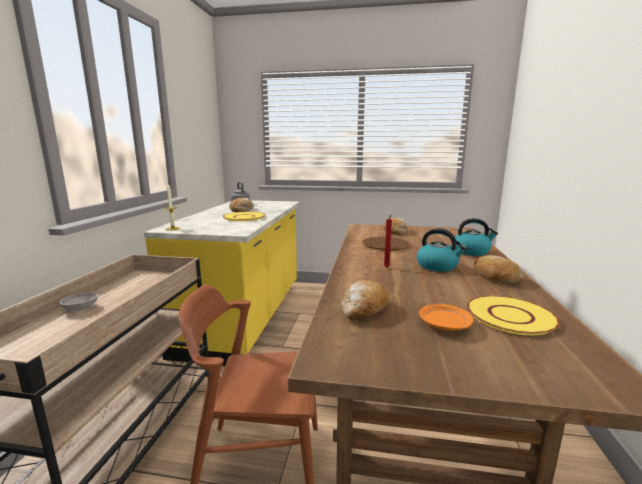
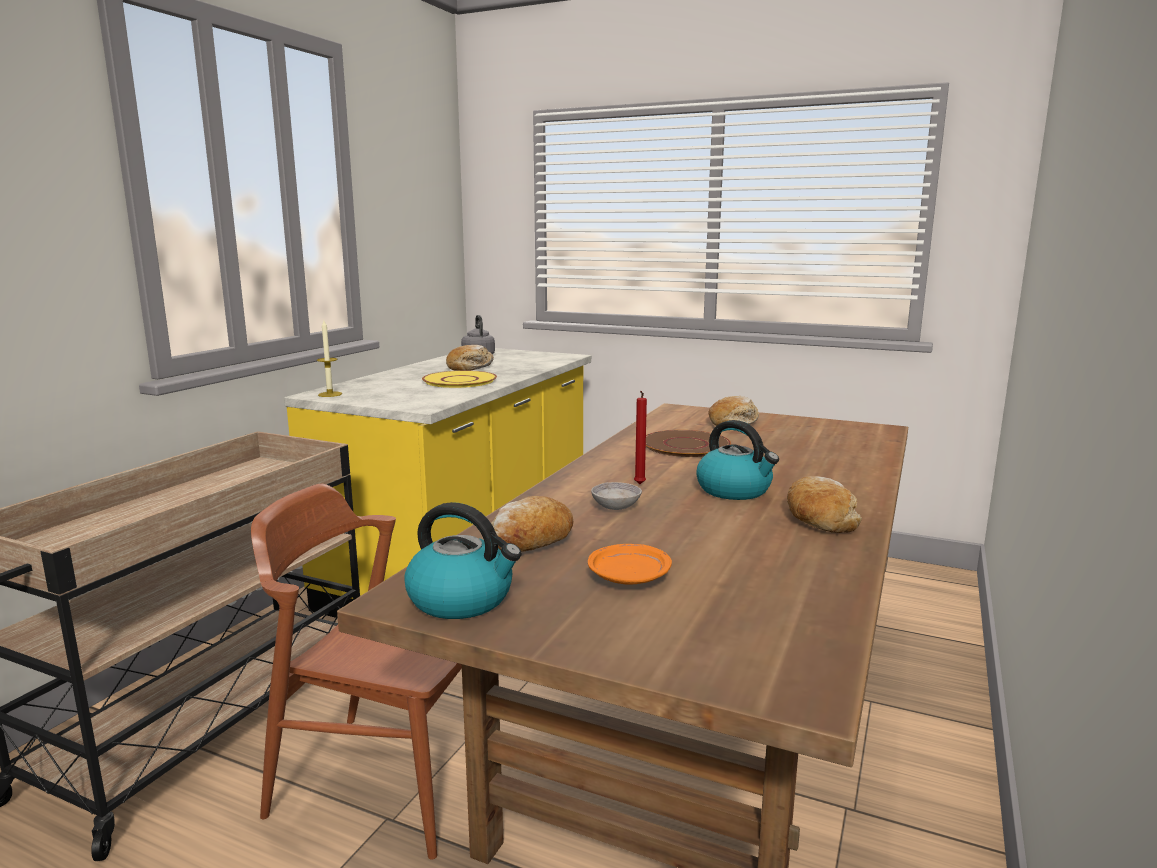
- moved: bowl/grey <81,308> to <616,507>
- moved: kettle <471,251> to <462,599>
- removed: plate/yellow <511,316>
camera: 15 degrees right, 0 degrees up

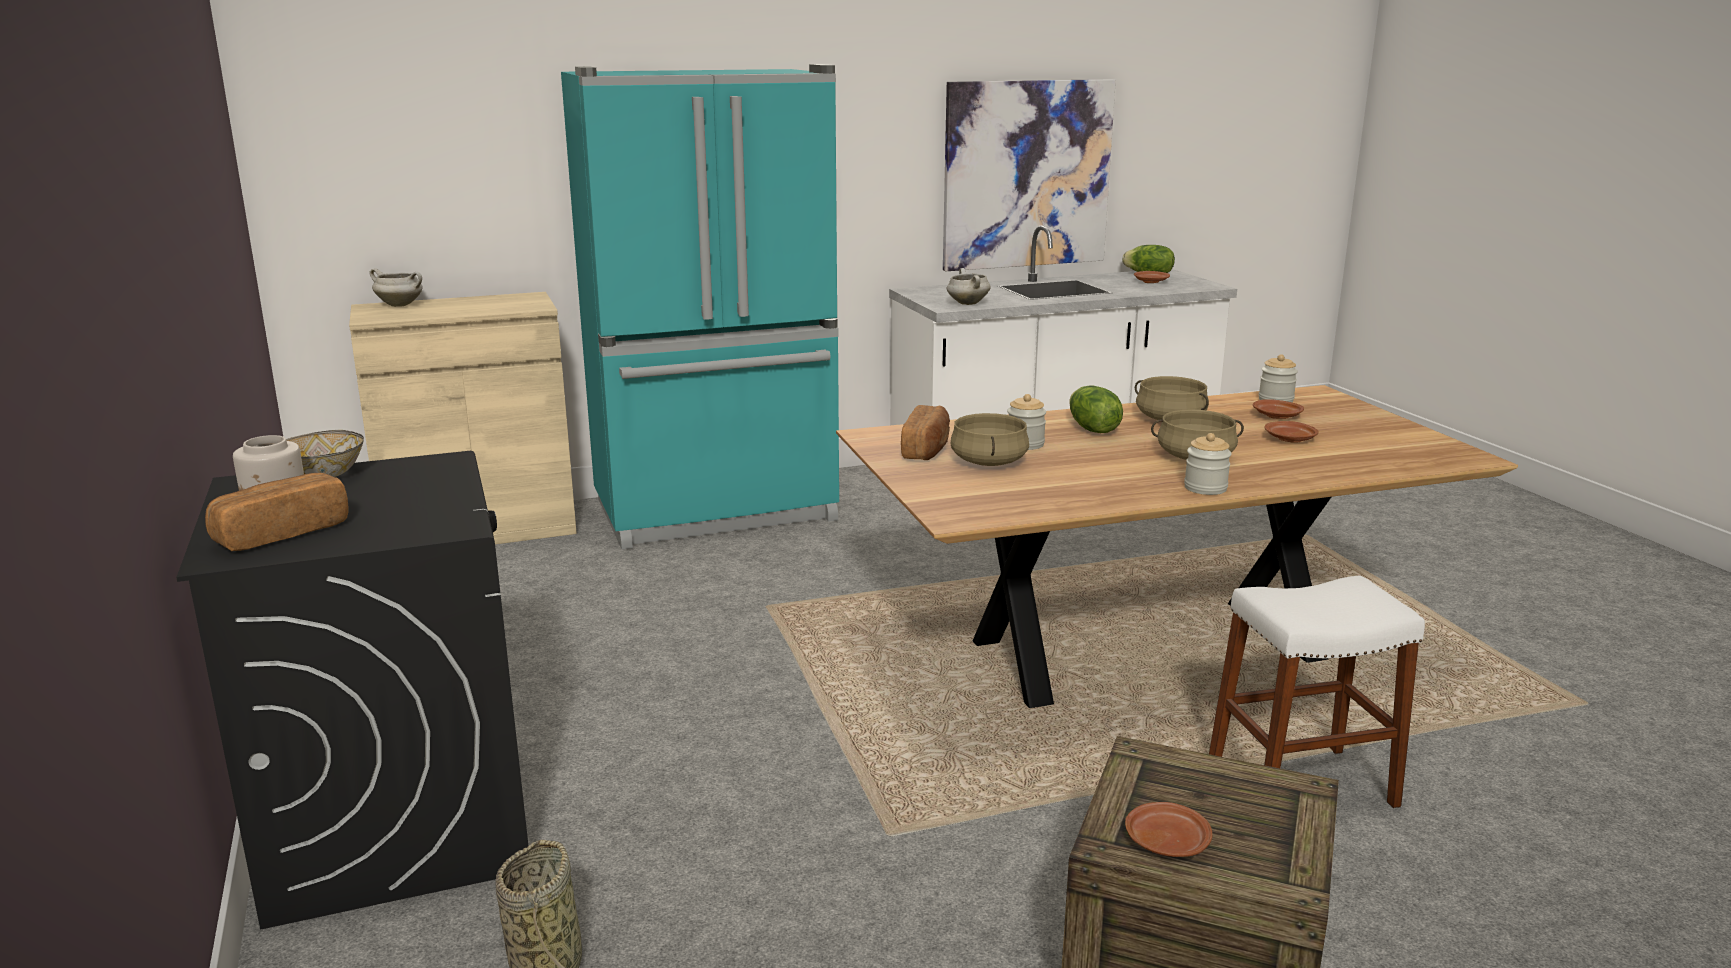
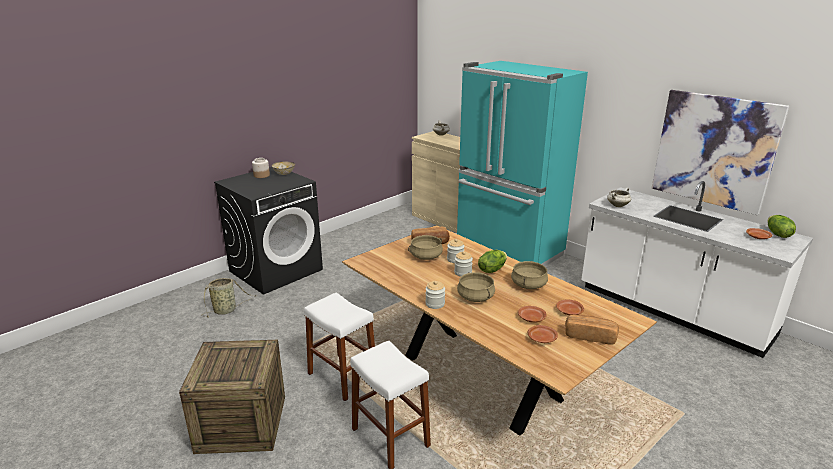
- moved: bread <281,533> to <590,336>
- moved: plate/brown <1166,842> to <542,338>
- moved: jar <1275,400> to <463,272>
- added: stool/white <342,377>
camera: 65 degrees right, 5 degrees up

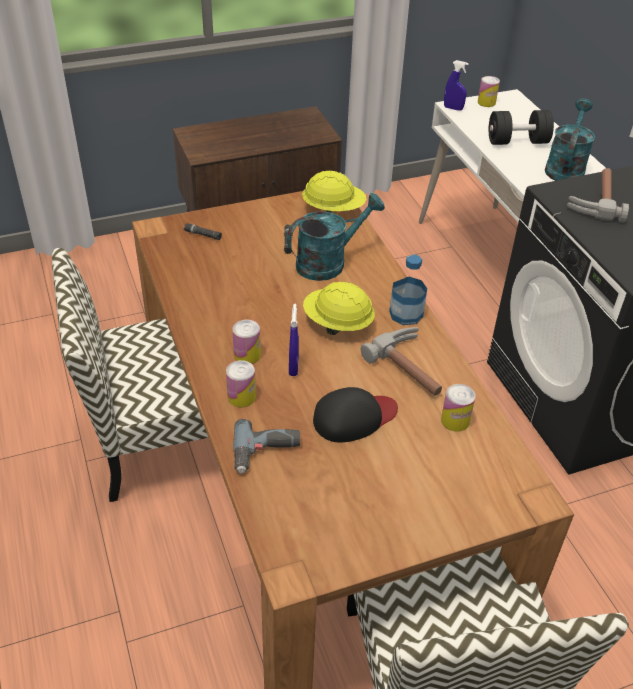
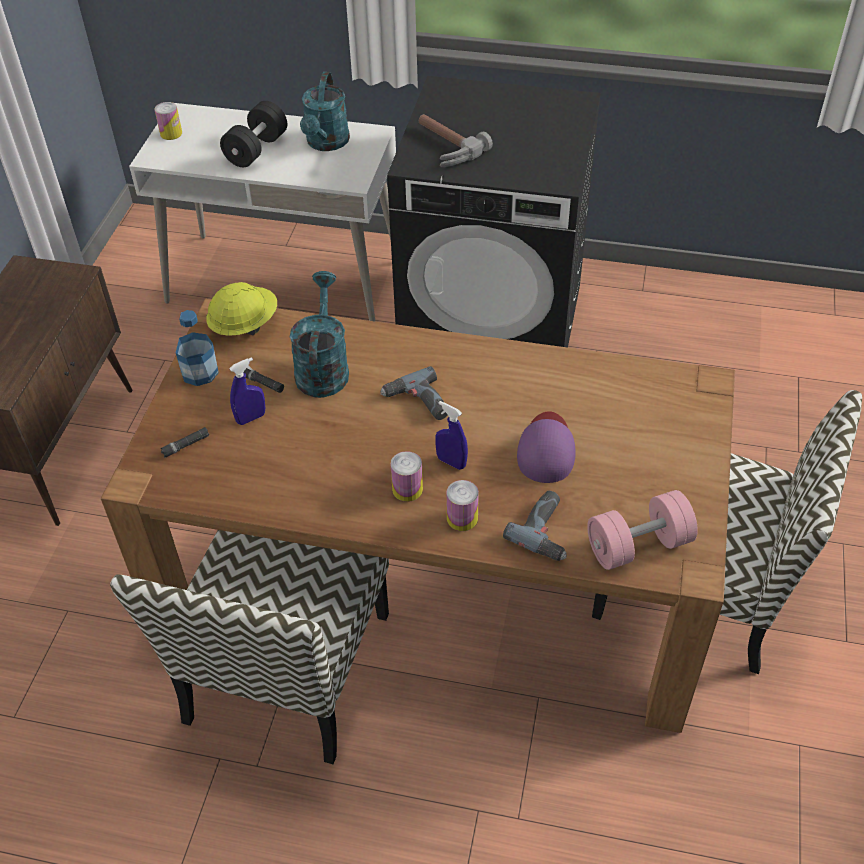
- replaced: hard hat/yellow <337,324> to power drill <417,403>
- recoloured: cap/black <354,417> to cap/purple <546,449>
- removed: hammer <413,367>
- moved: bottle <406,314> to <199,372>
- removed: can <455,420>
- moved: spray bottle/blue <453,108> to <251,418>
- turned: watering can/turquoise <565,167> = <326,144> 135 degrees counterclockwise
- added: dumbbell/pink <638,545>
camera: 55 degrees left, 5 degrees up

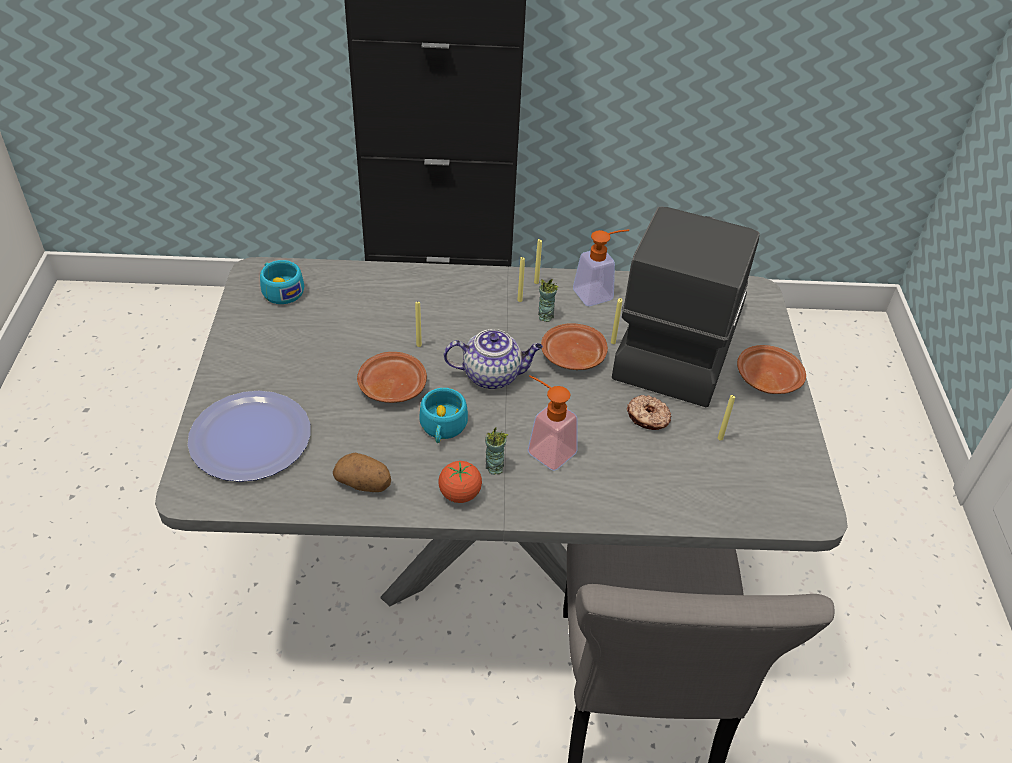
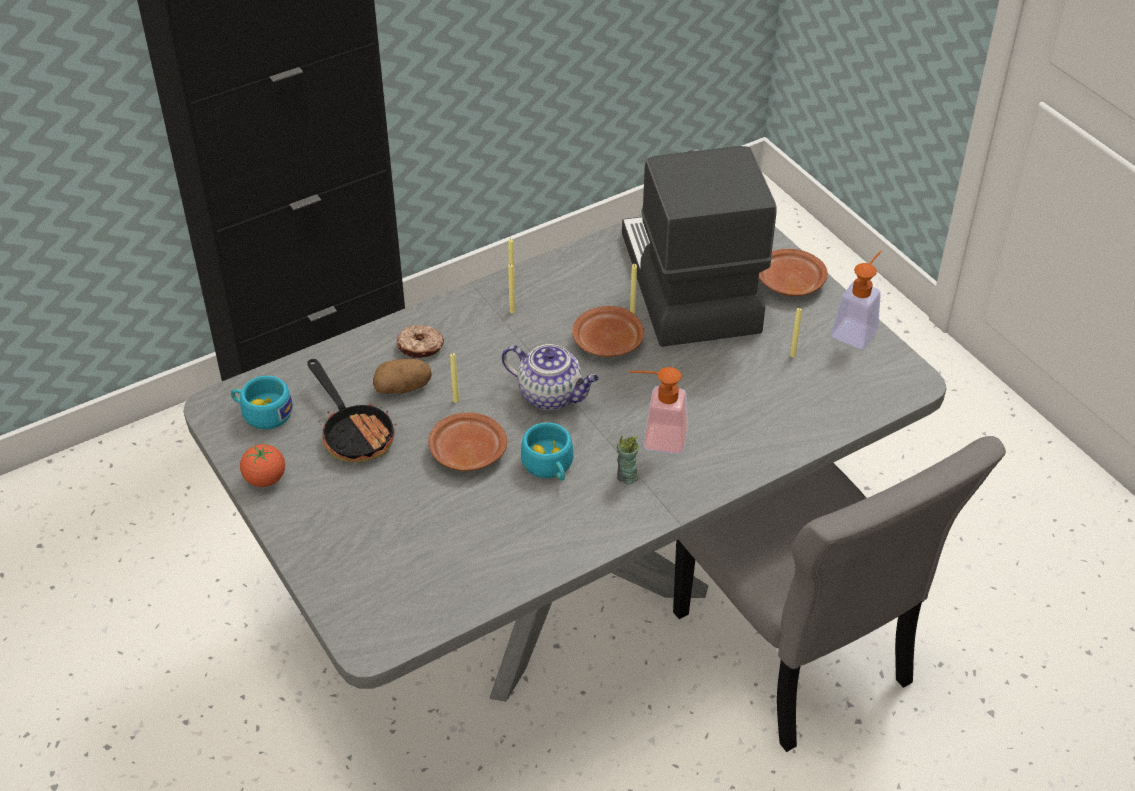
- removed: plate <250,438>
- moved: potato <364,484> to <403,387>
- moved: tomato <460,494> to <265,479>
- turned: teapot <493,375> = <551,395> 60 degrees clockwise
- removed: cup <545,316>
- moved: soap dispenser <599,293> to <857,329>
- moved: donut <647,418> to <420,347>
- added: frying pan <354,432>
camera: 30 degrees left, 0 degrees up

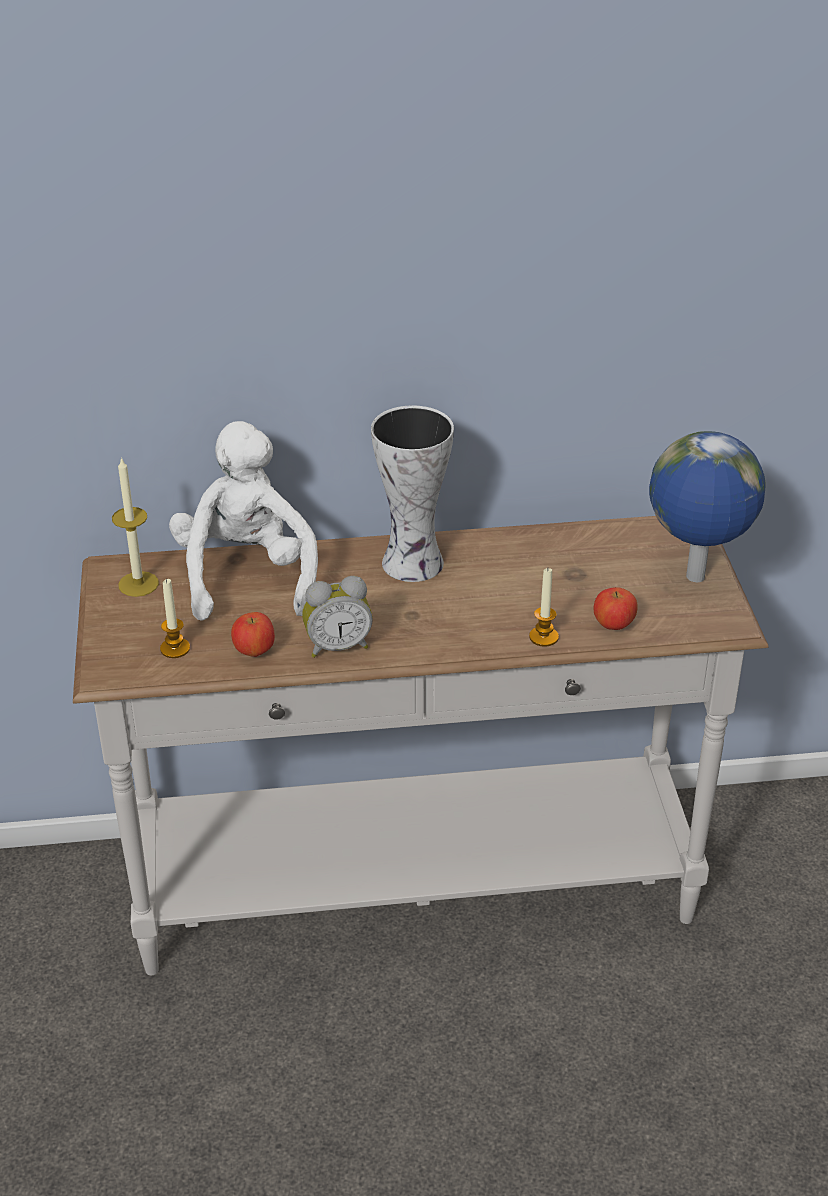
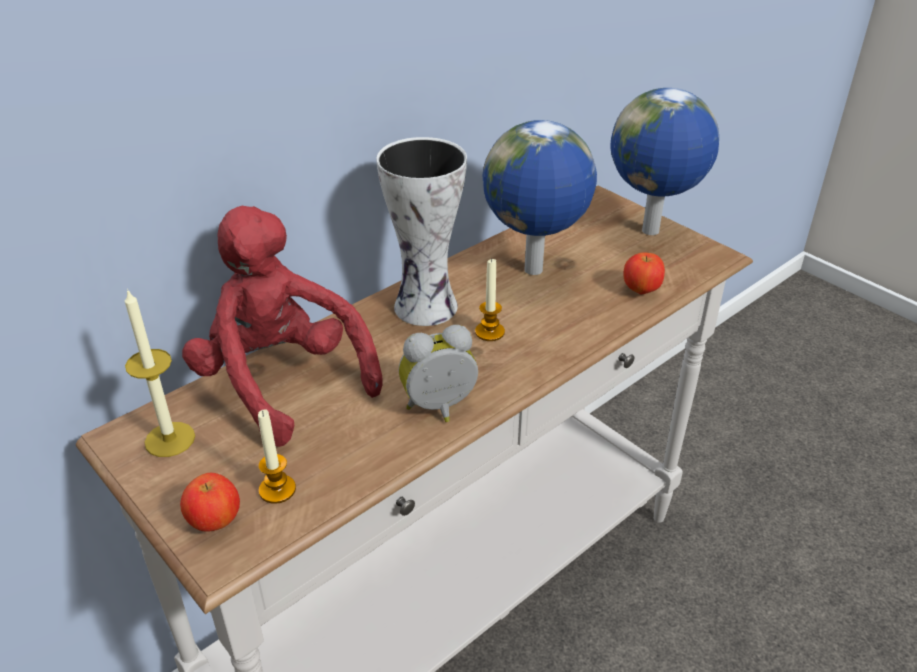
- recoloured: plush toy/white <247,576> to plush toy/red <282,382>
- moved: apple <254,651> to <215,521>
- turned: alarm clock <337,646> = <440,409> 150 degrees counterclockwise
- moved: candle <543,637> to <489,332>
- added: globe <534,271>
camera: 35 degrees left, 0 degrees up

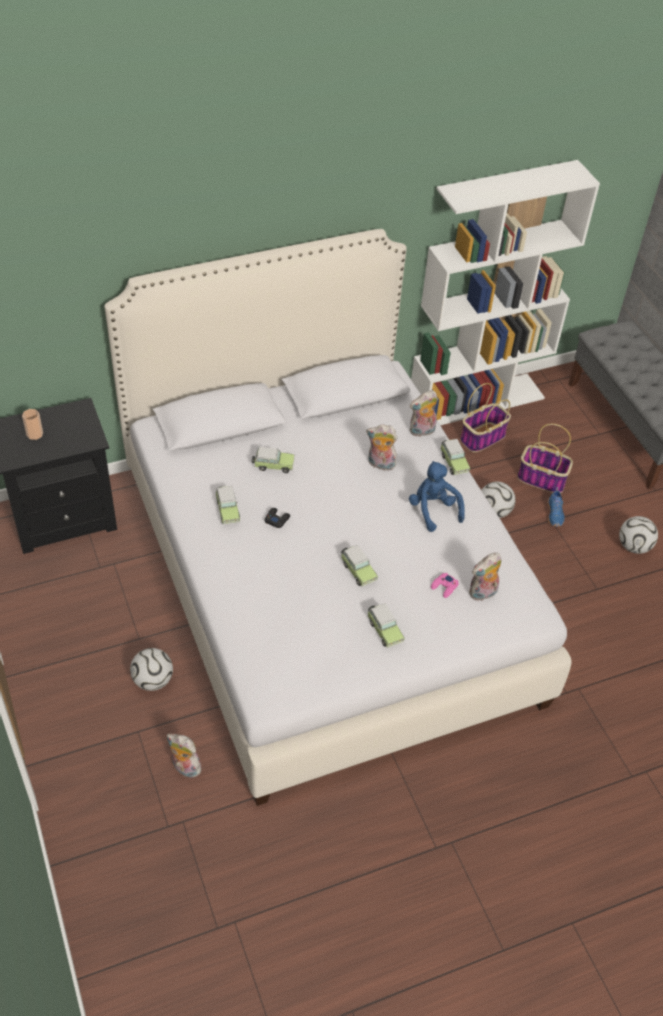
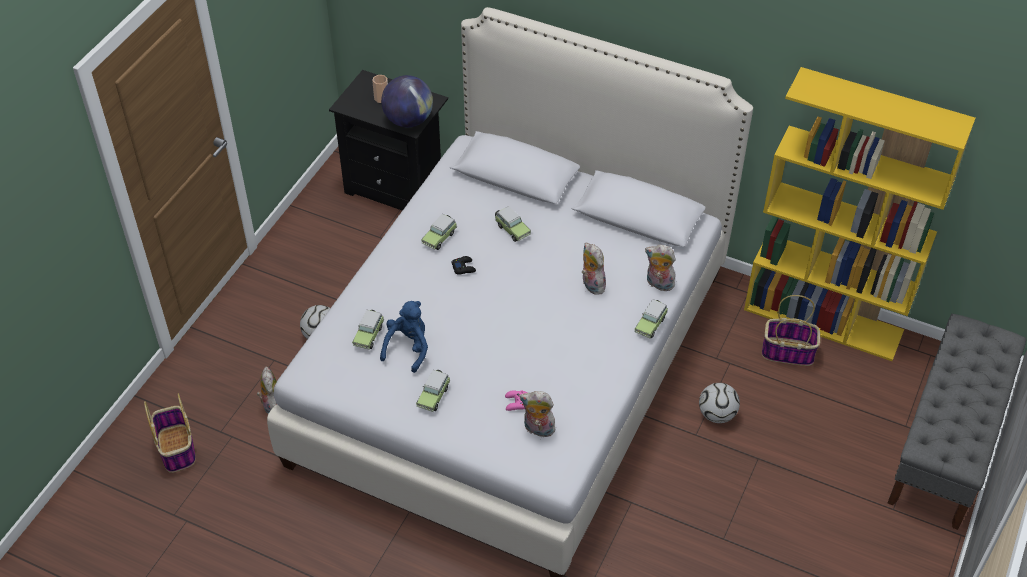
- moved: toy car <357,571> to <369,335>
- moved: plush toy/blue <433,510> to <408,348>
- recoloured: bookcase/white <476,401> to bookcase/yellow <824,320>
- moved: basket <542,479> to <177,449>
- removed: shoe/blue <555,514>
- removed: football <633,546>
- added: globe <408,120>
camera: 50 degrees right, 0 degrees up

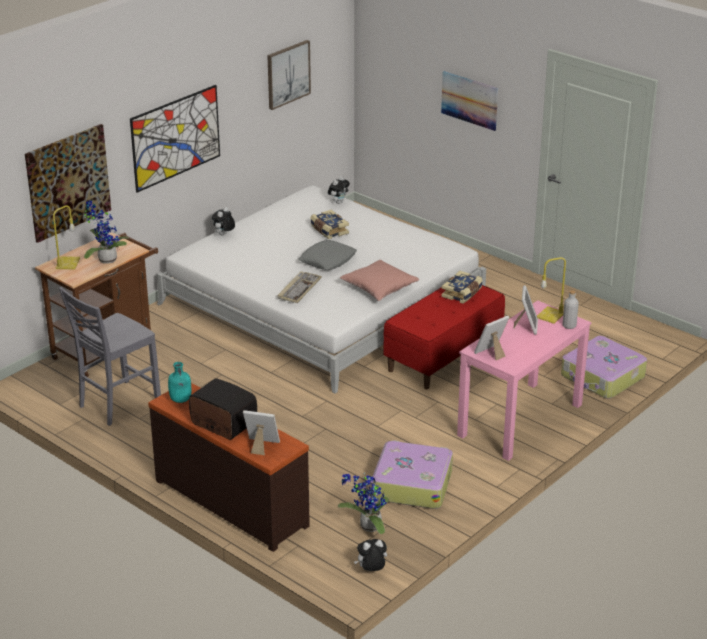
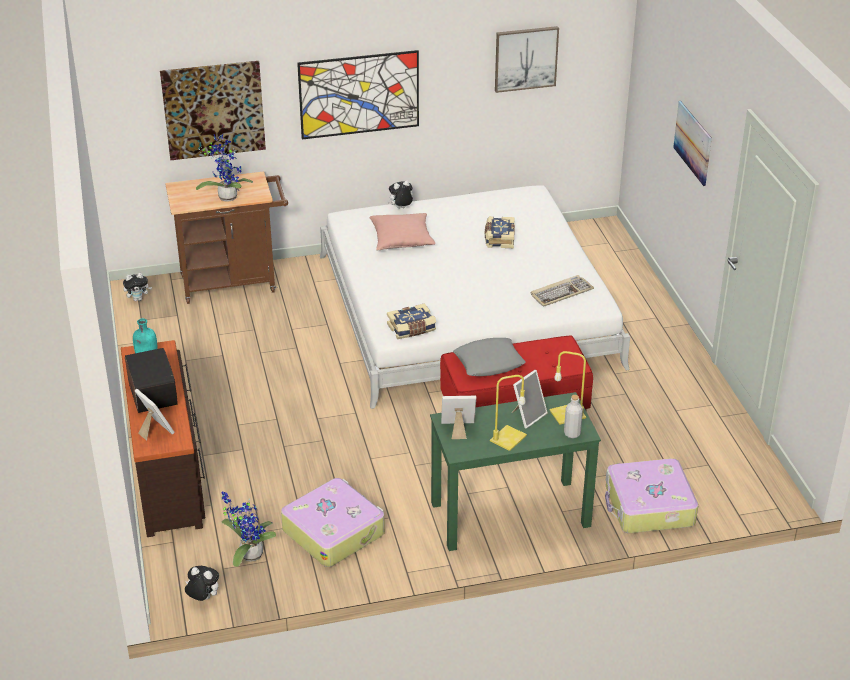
- moved: table lamp/yellow <68,263> to <508,439>
- removed: chair/grey <117,404>
- moved: keyboard <299,289> to <561,292>
- moved: pillow/grey <327,260> to <489,362>
- moved: plush toy <338,202> to <138,299>
- moved: pillow/pink <379,288> to <402,240>
- moved: book <462,293> to <412,329>
- recoloured: desk/pink <520,420> to desk/green <509,514>
camera: 35 degrees right, 5 degrees up

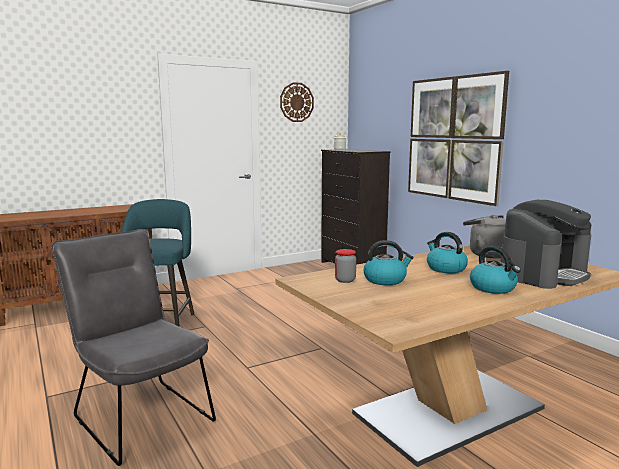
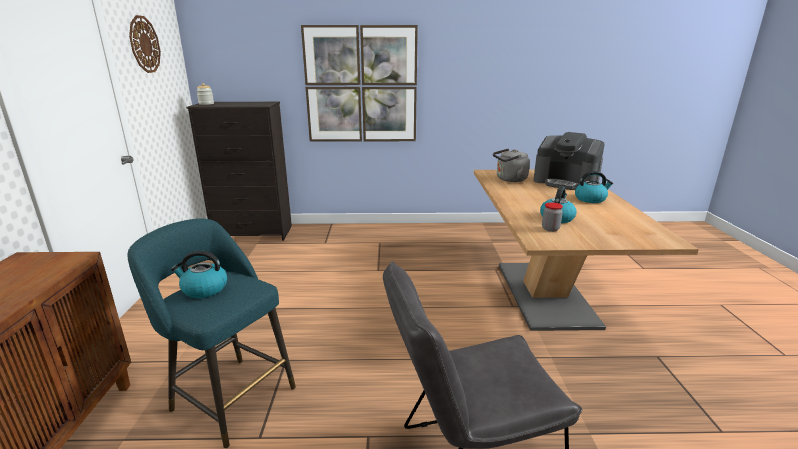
- moved: kettle <445,268> to <204,289>
- turned: coffee machine <543,274> = <566,182> 135 degrees clockwise
camera: 60 degrees left, 10 degrees up

